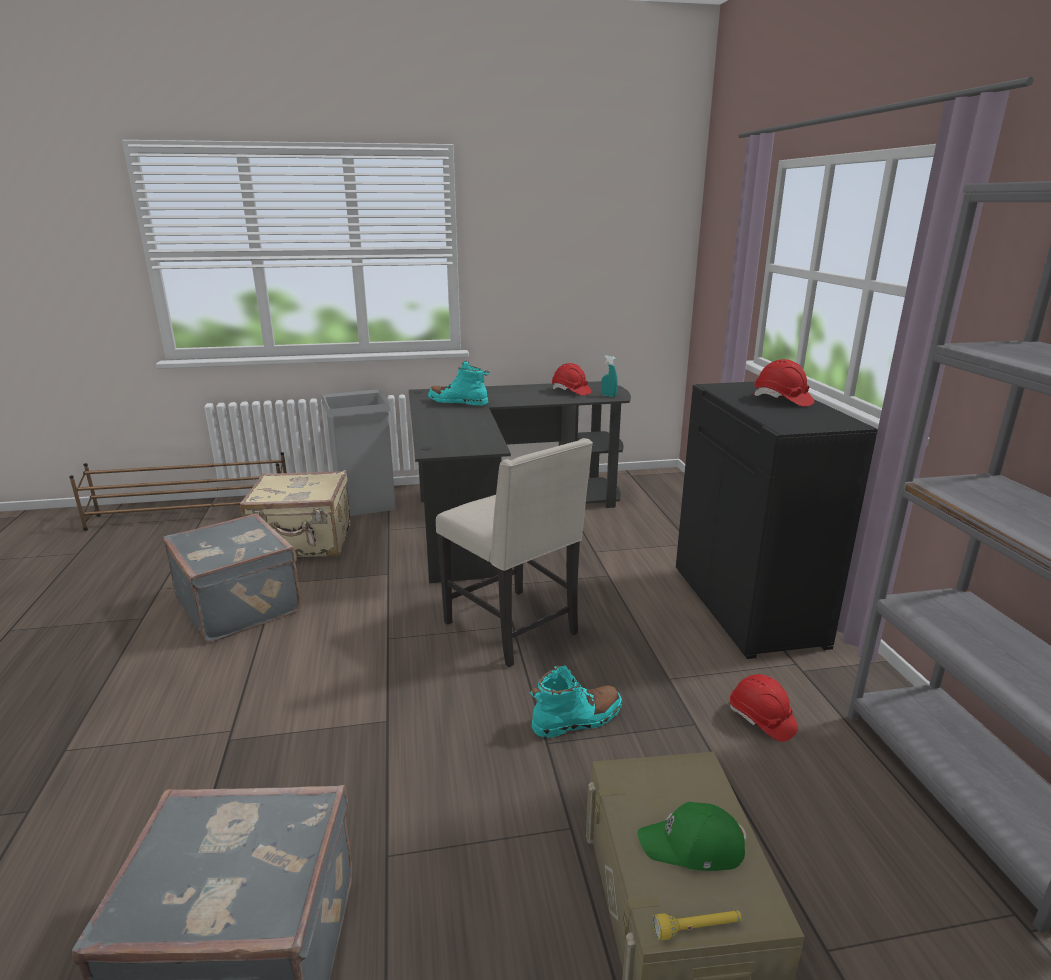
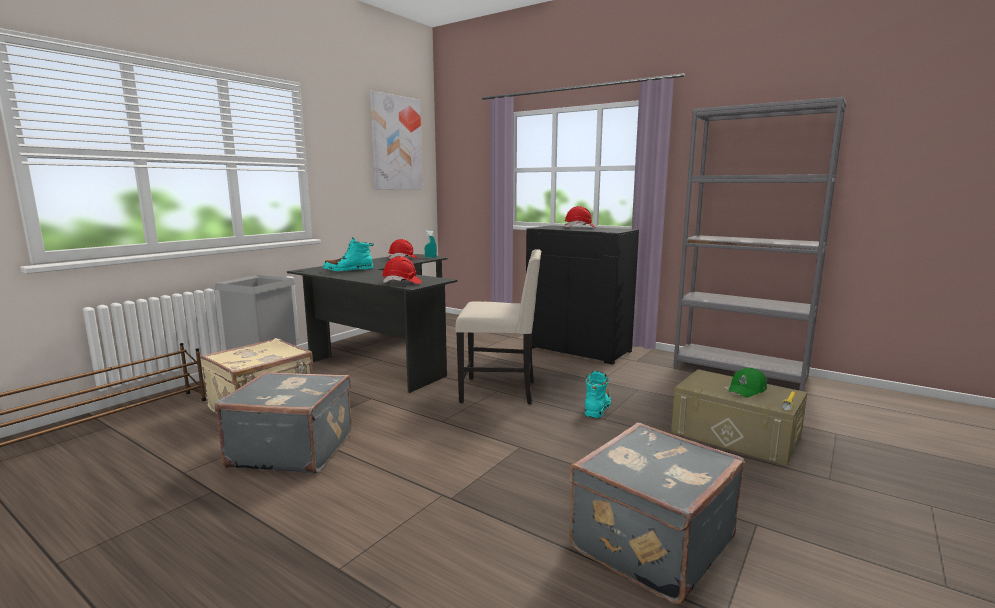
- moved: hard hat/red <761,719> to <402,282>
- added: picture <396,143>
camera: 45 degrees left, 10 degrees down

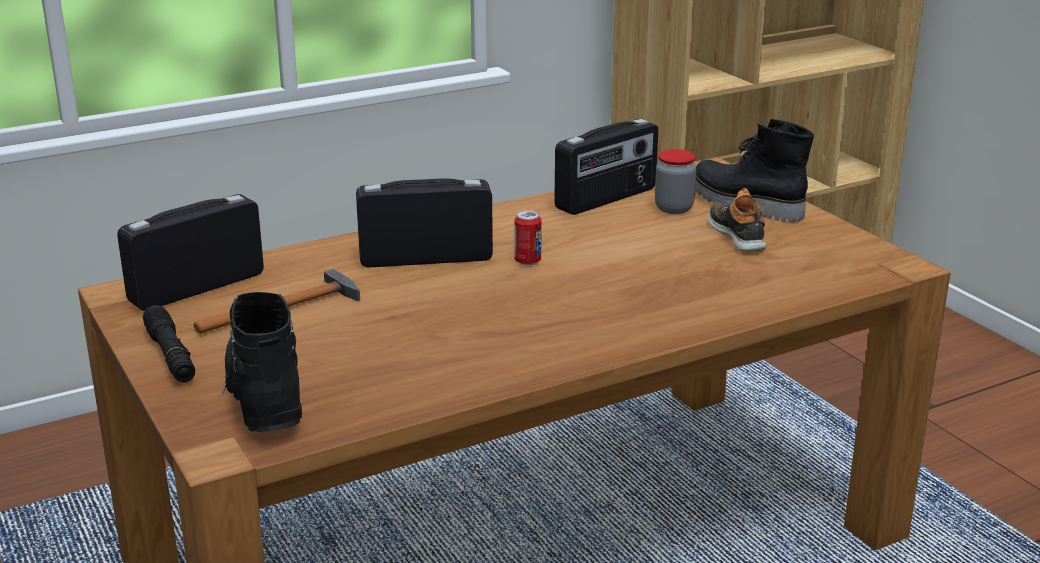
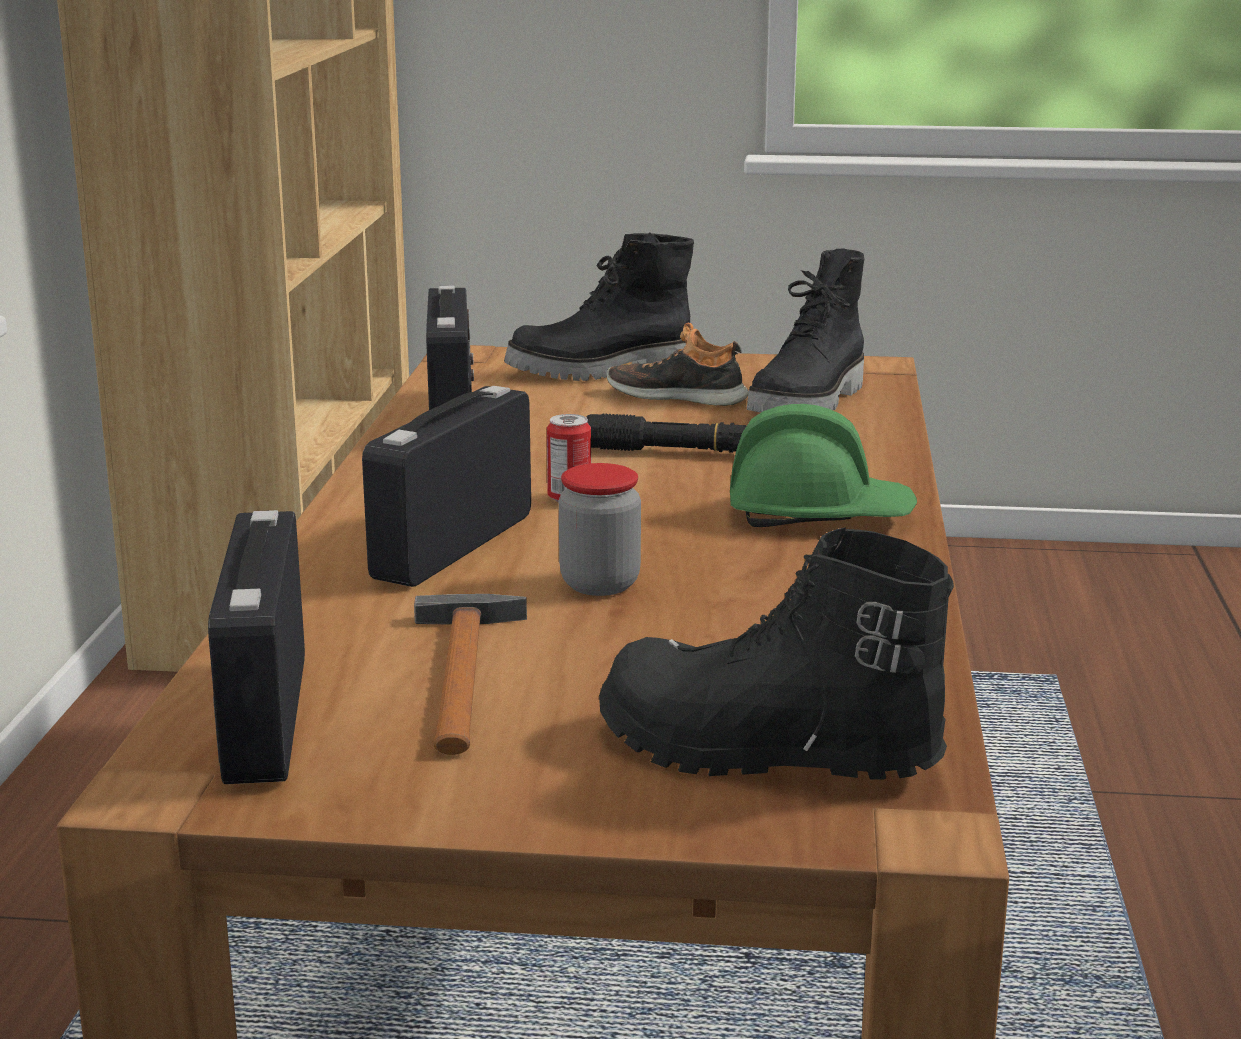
- moved: flashlight/black <170,355> to <676,452>
- moved: jar <673,208> to <600,584>
- added: hard hat/green <818,516>
- added: boot/black <810,403>
camera: 55 degrees left, 5 degrees down

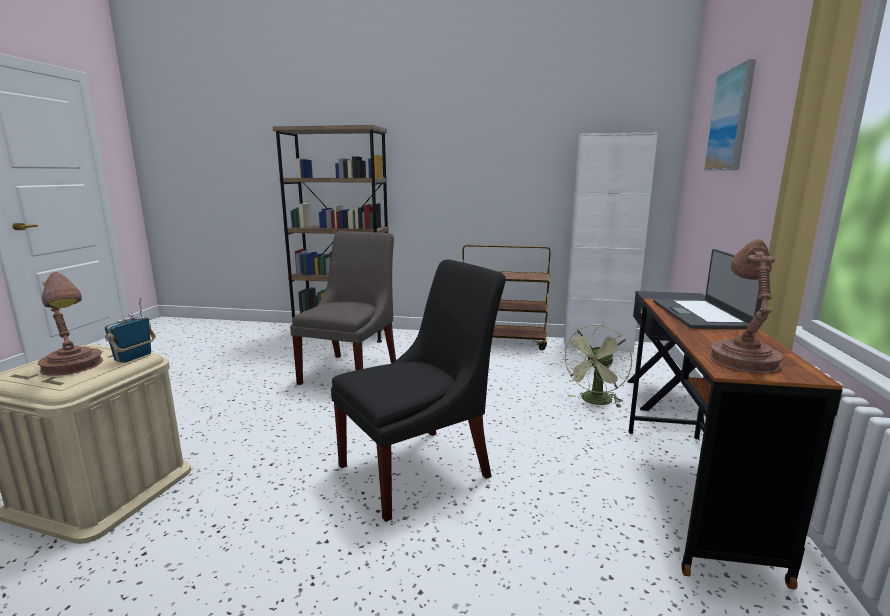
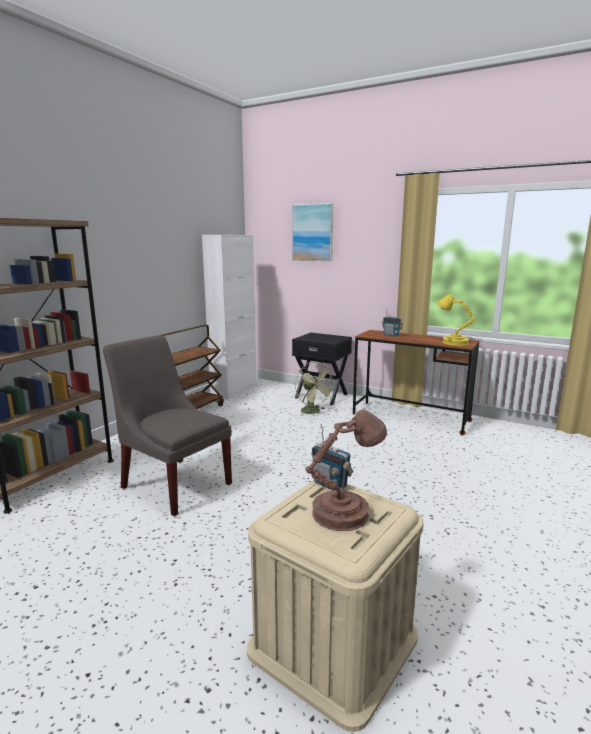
- removed: chair/black <420,468>
- replaced: laptop <701,315> to radio <391,335>
- recoloured: table lamp/brown <742,359> to table lamp/yellow <453,342>
camera: 70 degrees left, 0 degrees up

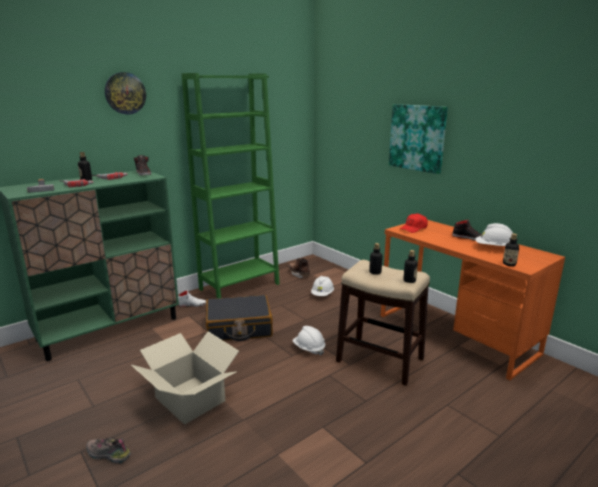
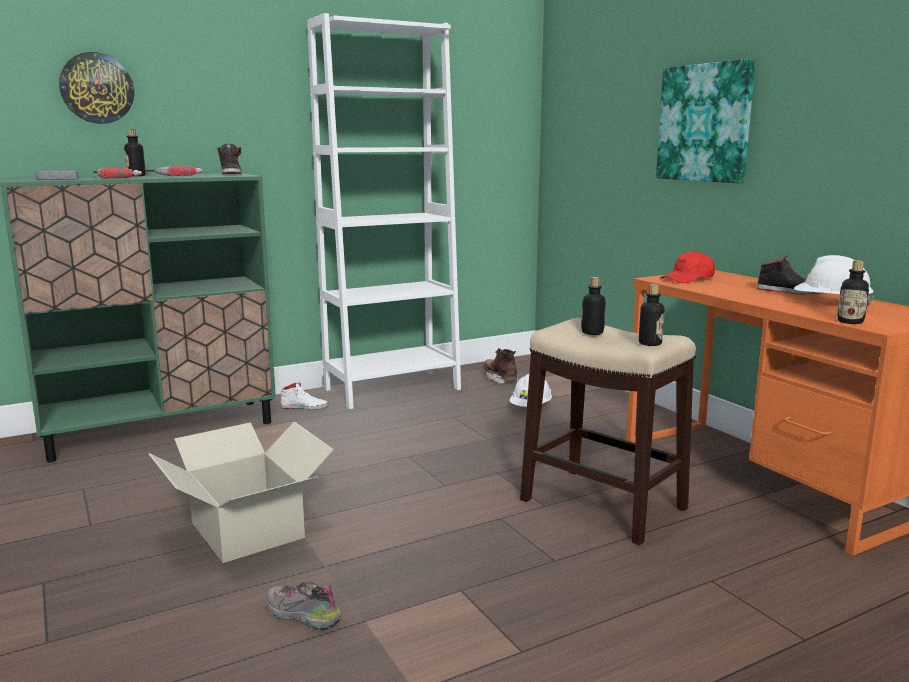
- moved: shoe <107,455> to <301,616>
- moved: wall clock <125,93> to <97,88>
- recoloured: bookcase/green <239,286> to bookcase/white <392,389>
- removed: suitcase/black <239,327>
- removed: hard hat/white <309,349>
camera: 10 degrees right, 5 degrees down

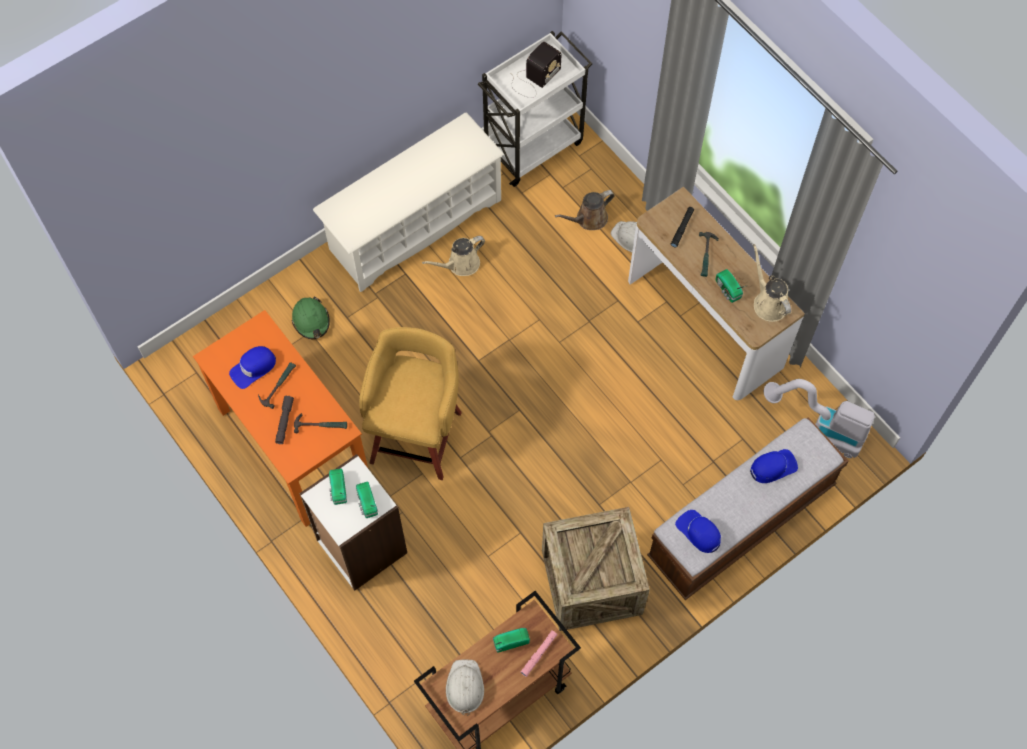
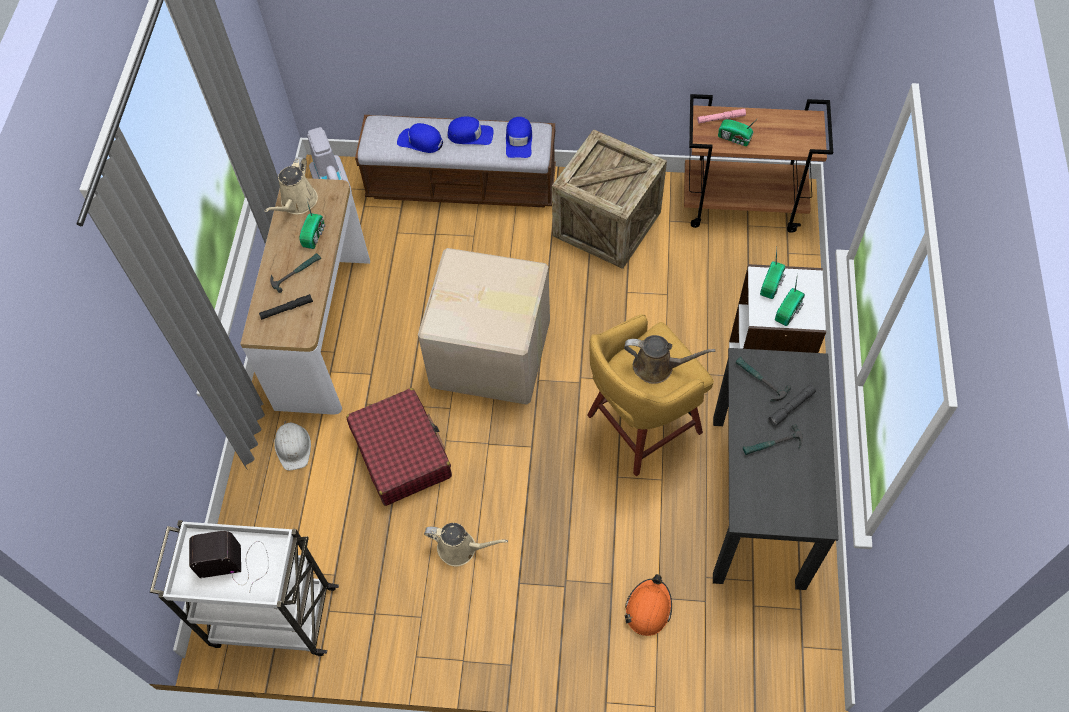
- recoloured: desk/orange <293,444> to desk/black <757,500>
- moved: cap/blue <253,368> to <470,135>
- recoloured: hard hat/green <311,321> to hard hat/orange <648,608>
- removed: shoe rack/white <414,225>
- removed: hard hat/white <464,687>
- moved: watering can/brown <589,219> to <657,367>
- added: suitcase/red <401,453>
- added: cardboard box <492,355>
camera: 135 degrees left, 5 degrees down

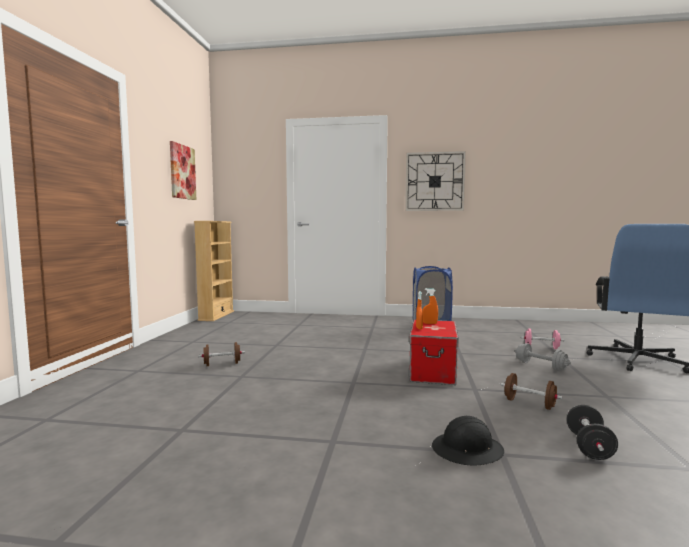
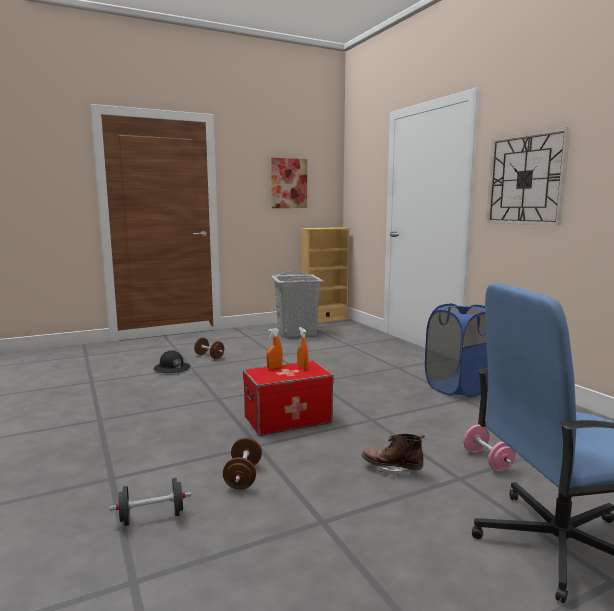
- moved: hard hat/black <467,450> to <171,369>
- replaced: dumbbell/grey <540,366> to boot/brown <392,469>
- added: laundry basket/grey <296,333>
camera: 55 degrees right, 5 degrees up

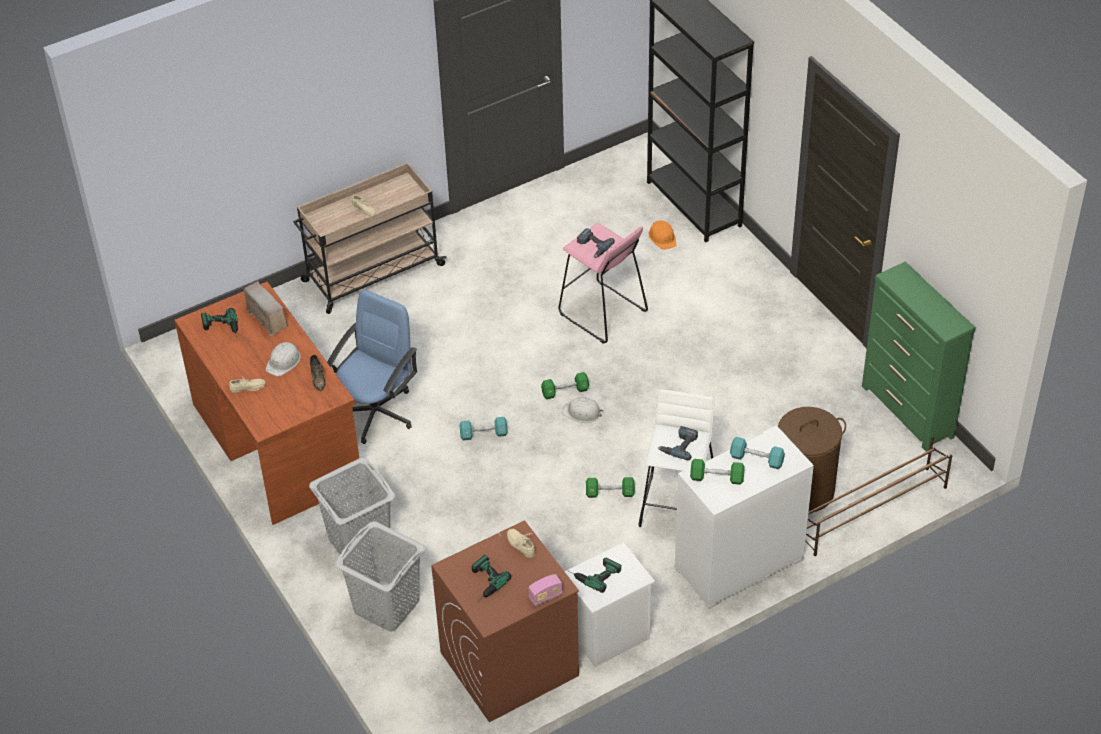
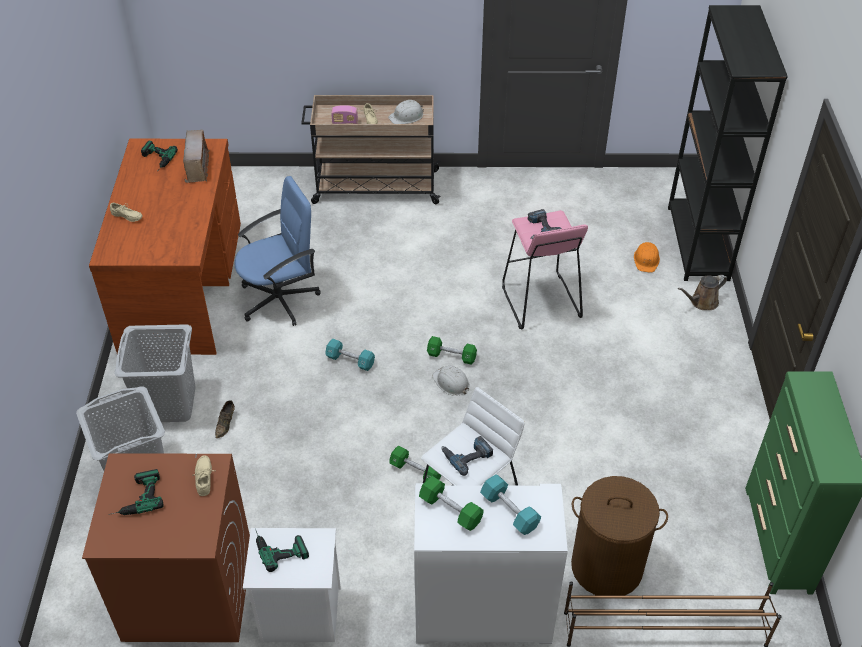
- moved: hard hat/white <283,361> to <406,116>
- moved: shoe/brown <318,378> to <226,424>
- moved: radio <545,597> to <345,123>
- added: watering can/brown <702,302>
camera: 30 degrees right, 0 degrees up

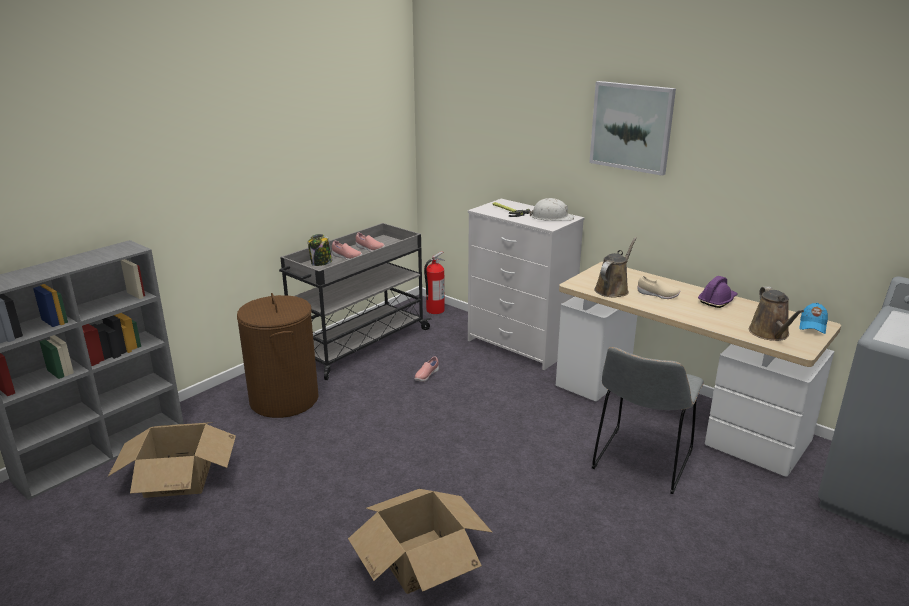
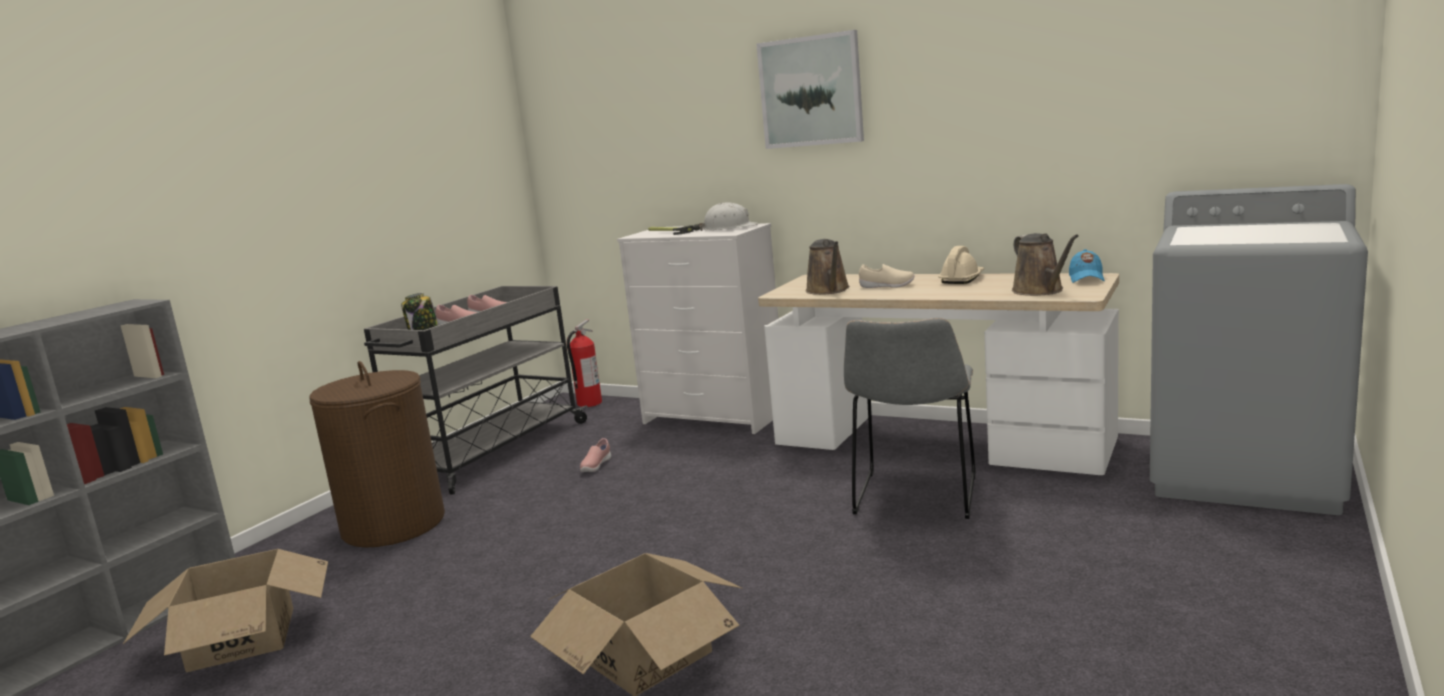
- turned: watering can/brown <613,289> = <828,290> 150 degrees clockwise
- recoloured: hard hat/purple <717,300> to hard hat/beige <962,279>
camera: 10 degrees left, 10 degrees down

